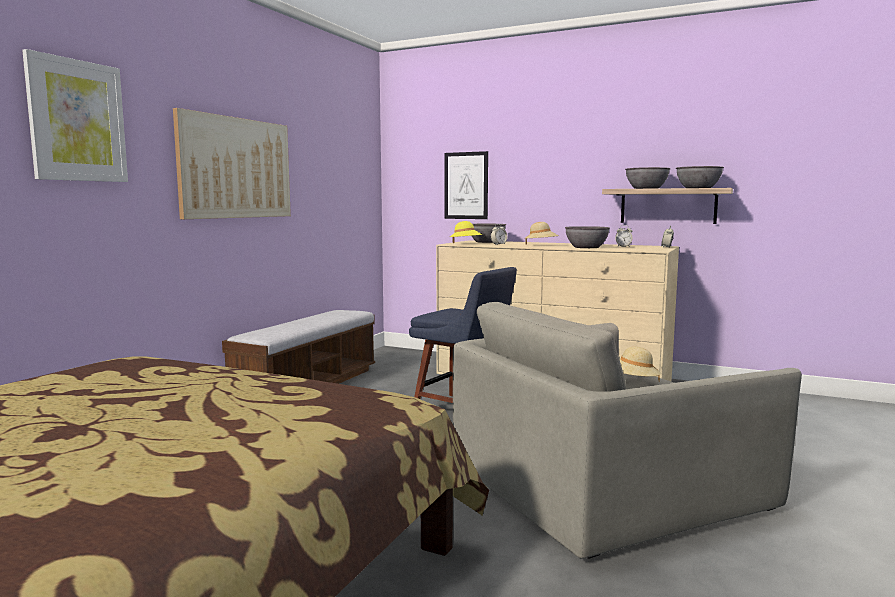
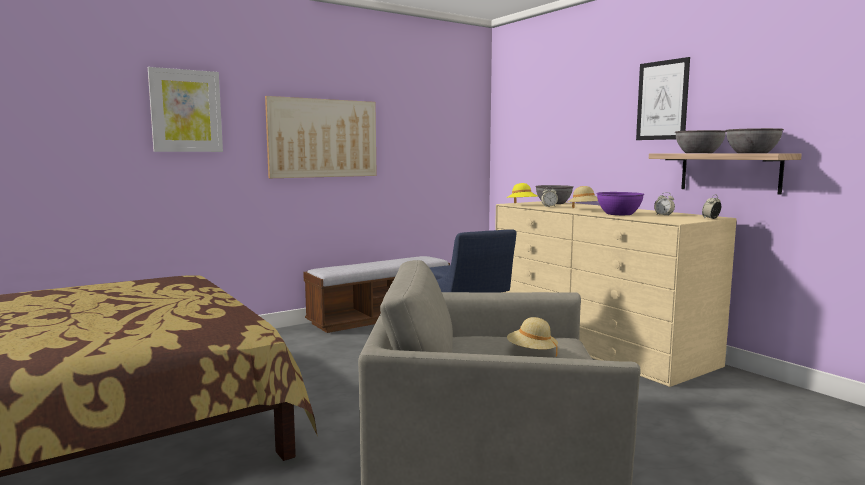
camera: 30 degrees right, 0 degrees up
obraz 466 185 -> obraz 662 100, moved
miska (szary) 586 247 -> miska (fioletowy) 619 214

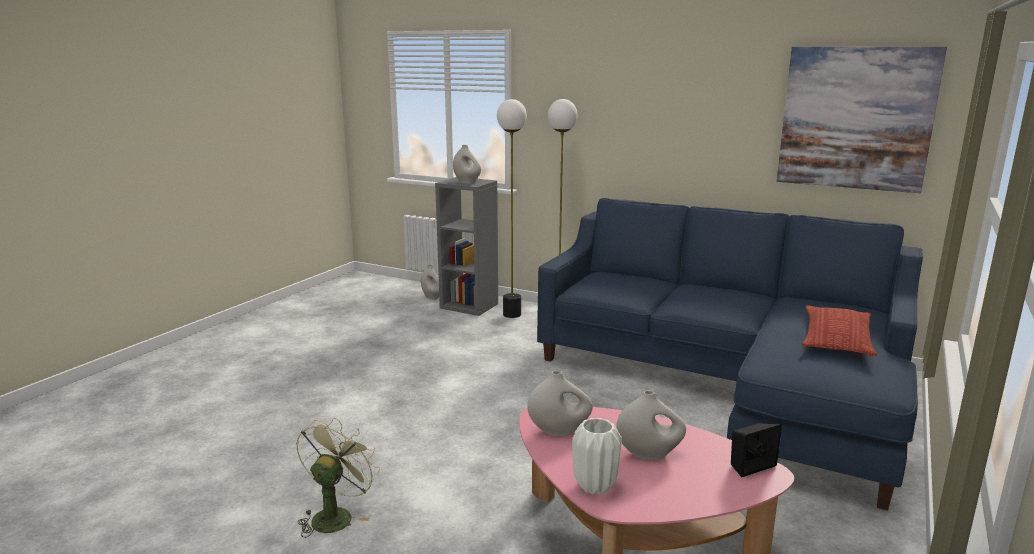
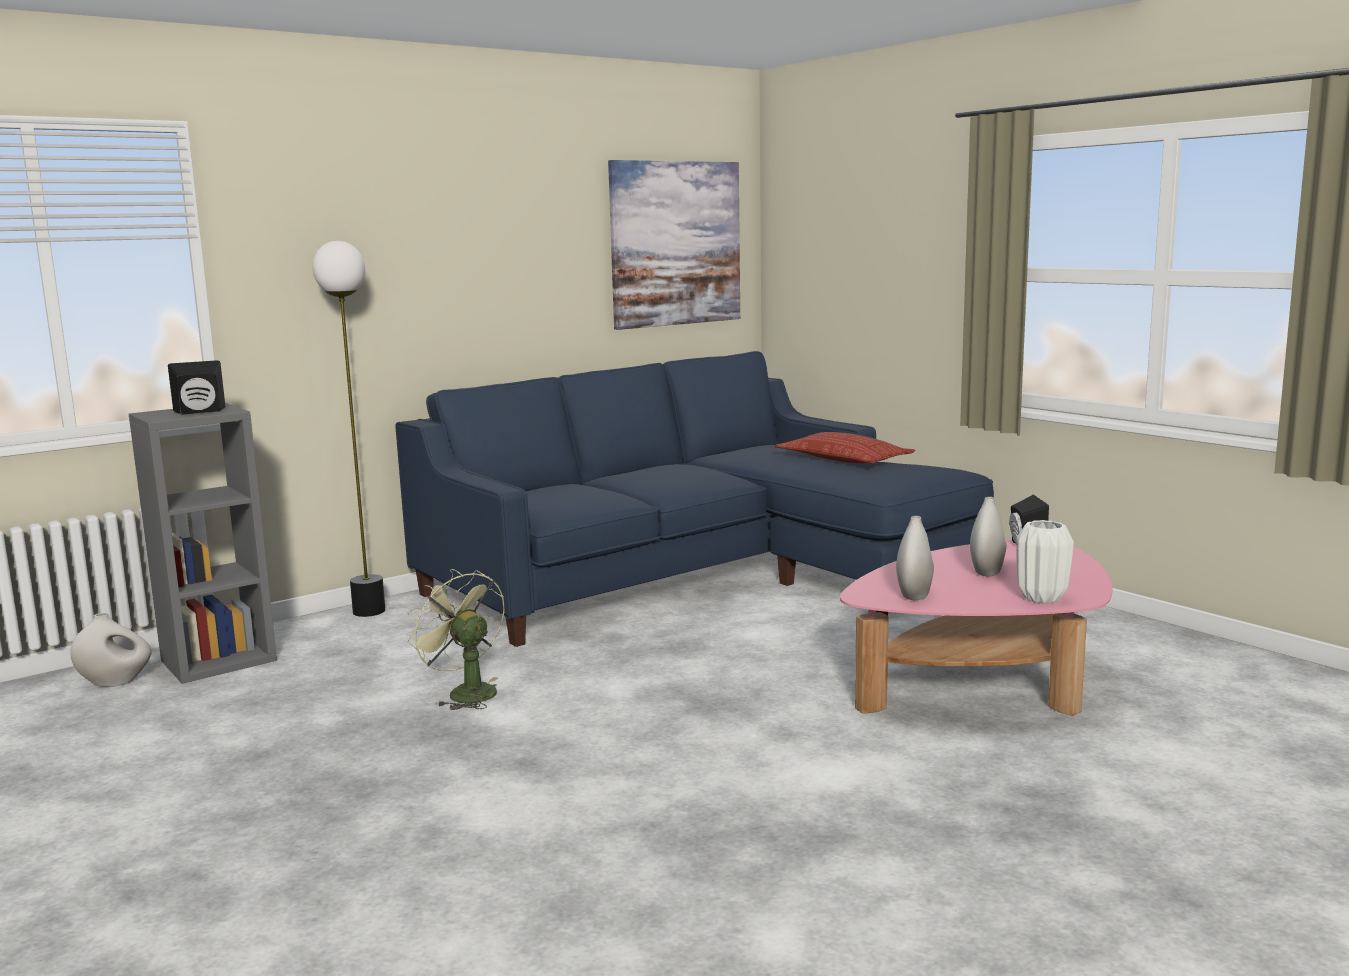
camera: 65 degrees left, 5 degrees down
lampa stojąca 512 314 -> none
wentylator (zielony) 335 515 -> wentylator (zielony) 464 692, moved
wazon (biały) 467 182 -> głośnik (czarny) 200 412

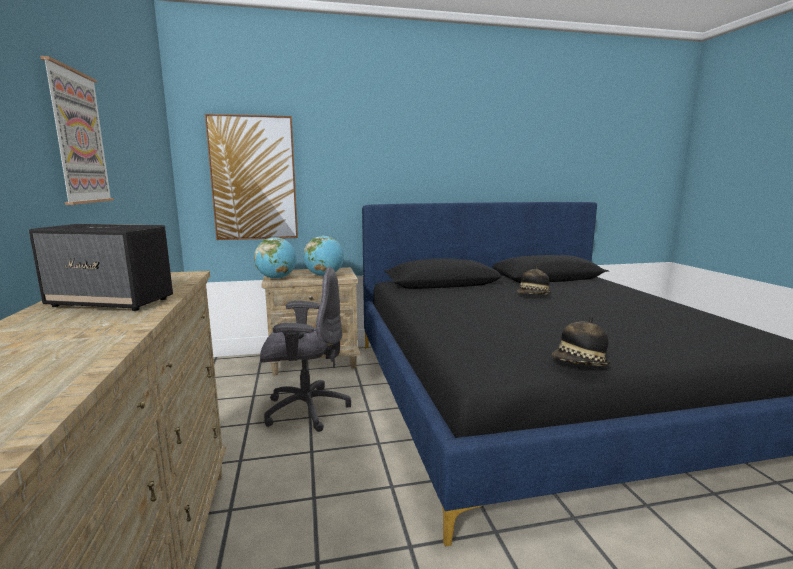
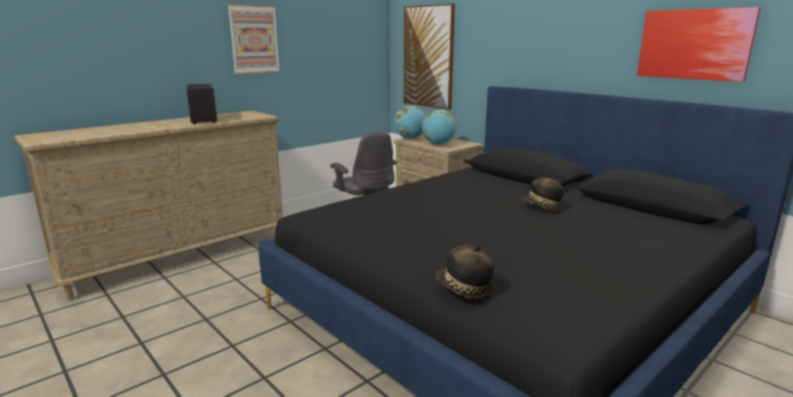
camera: 60 degrees right, 5 degrees up
none -> obraz 694 44
kapelusz 579 364 -> kapelusz 463 289, moved

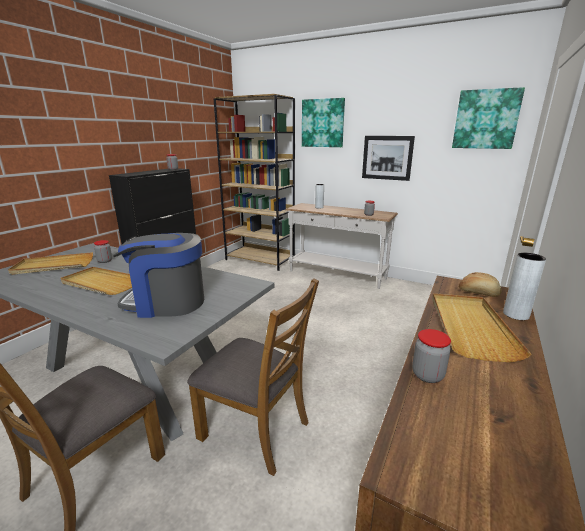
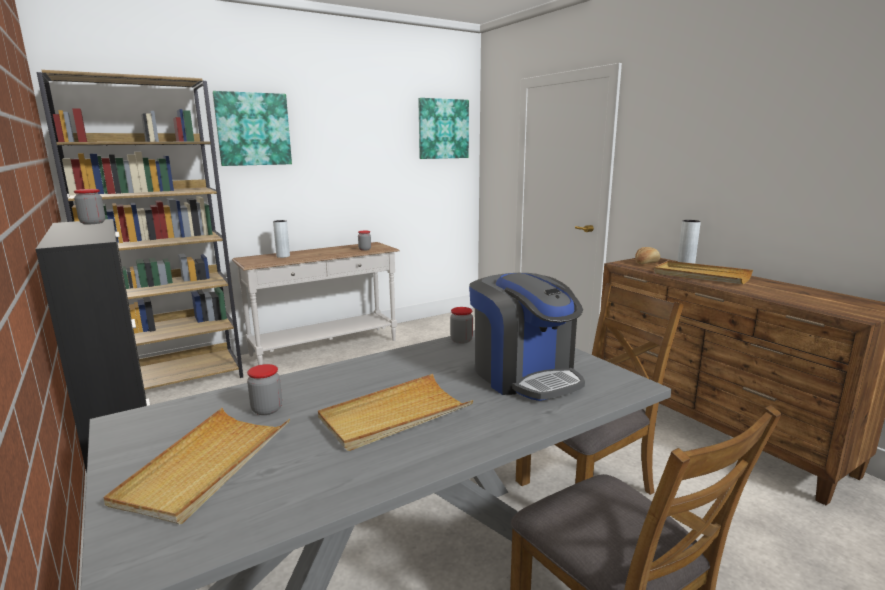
camera: 60 degrees left, 5 degrees down
obraz 387 157 -> none
słoik 427 375 -> słoik 461 340, moved
ekspres do kawy 166 302 -> ekspres do kawy 524 375, 60 degrees counterclockwise

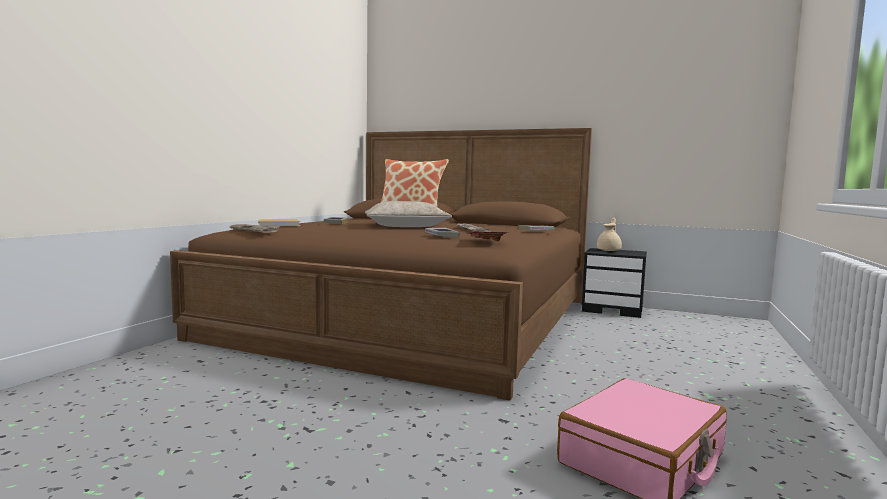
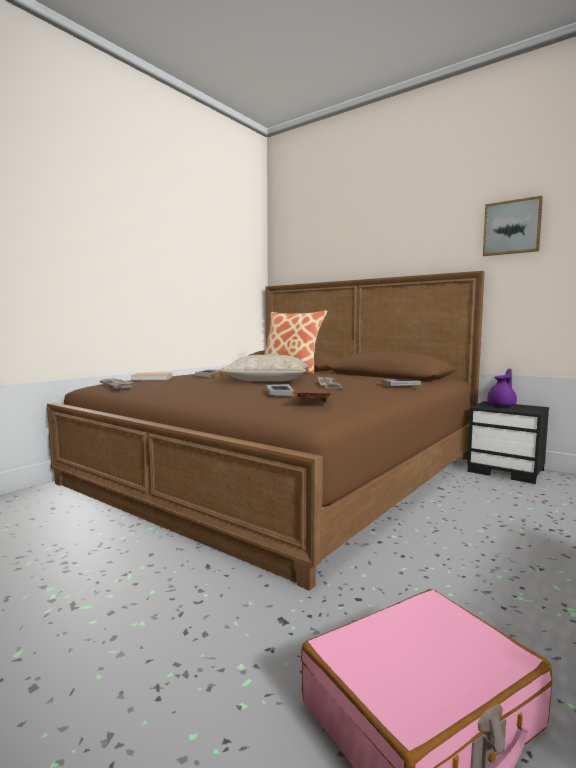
camera: 15 degrees right, 0 degrees up
none -> obraz 512 227
imbryk (beżowy) 609 250 -> imbryk (fioletowy) 502 405

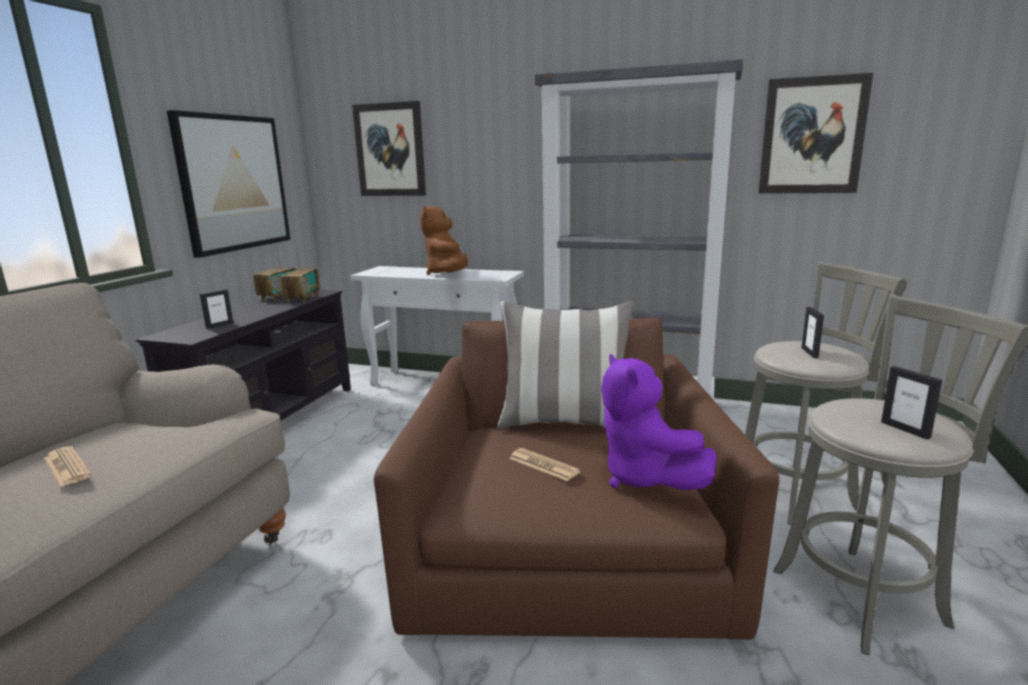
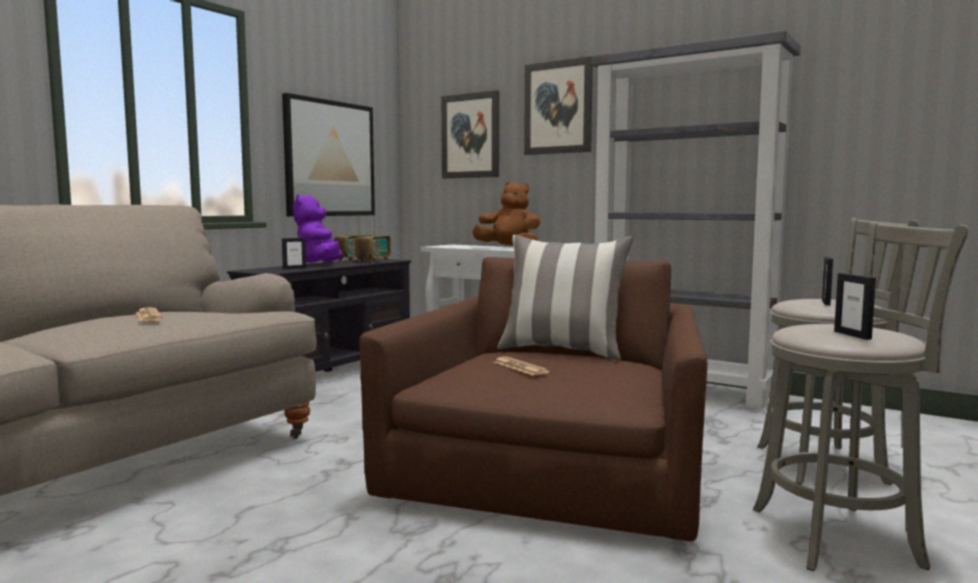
camera: 15 degrees right, 10 degrees down
pluszak (fioletowy) 645 477 -> pluszak (fioletowy) 320 264, moved
obraz 812 136 -> obraz 558 107, moved
pluszak (brązowy) 448 274 -> pluszak (brązowy) 509 248, 105 degrees clockwise

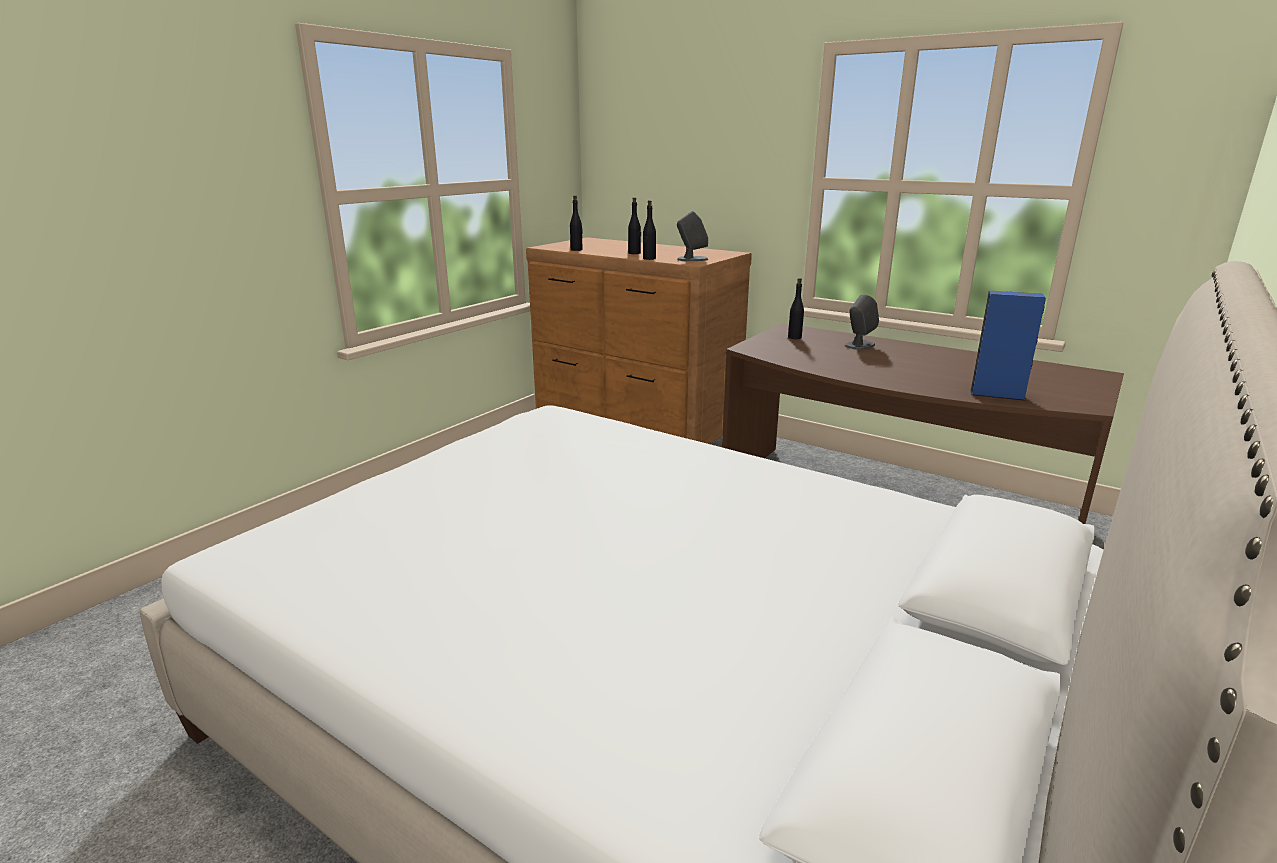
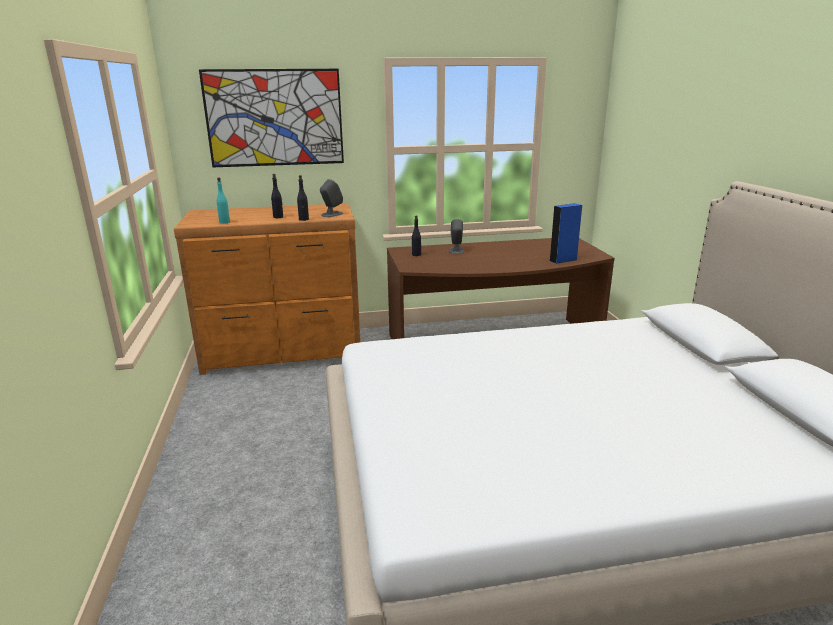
camera: 45 degrees left, 0 degrees up
none -> obraz 274 118
butelka (czarny) 576 249 -> butelka (turkusowy) 224 222

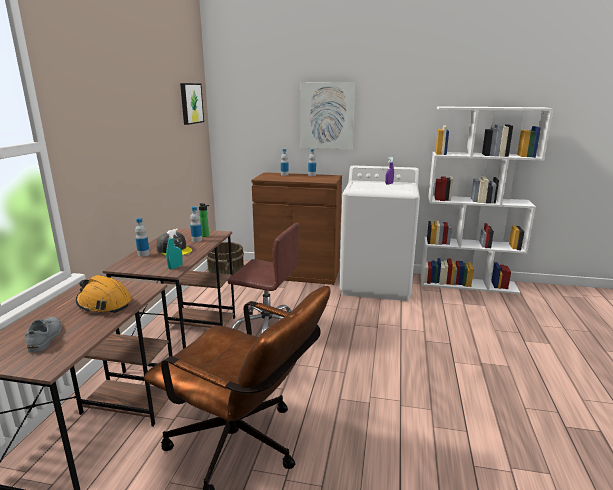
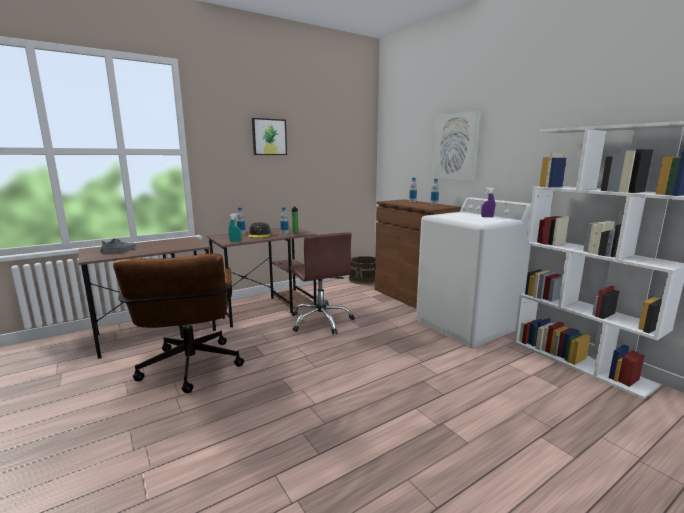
camera: 45 degrees right, 5 degrees down
kask (pomarańczowy) 104 304 -> none
obraz 190 103 -> obraz 269 137, moved

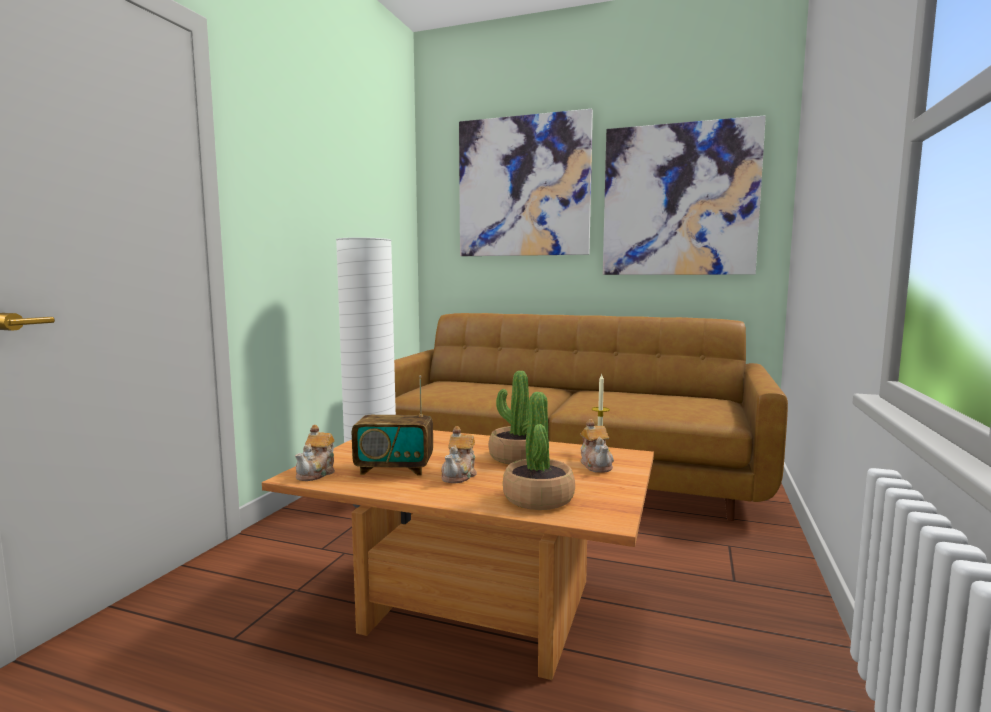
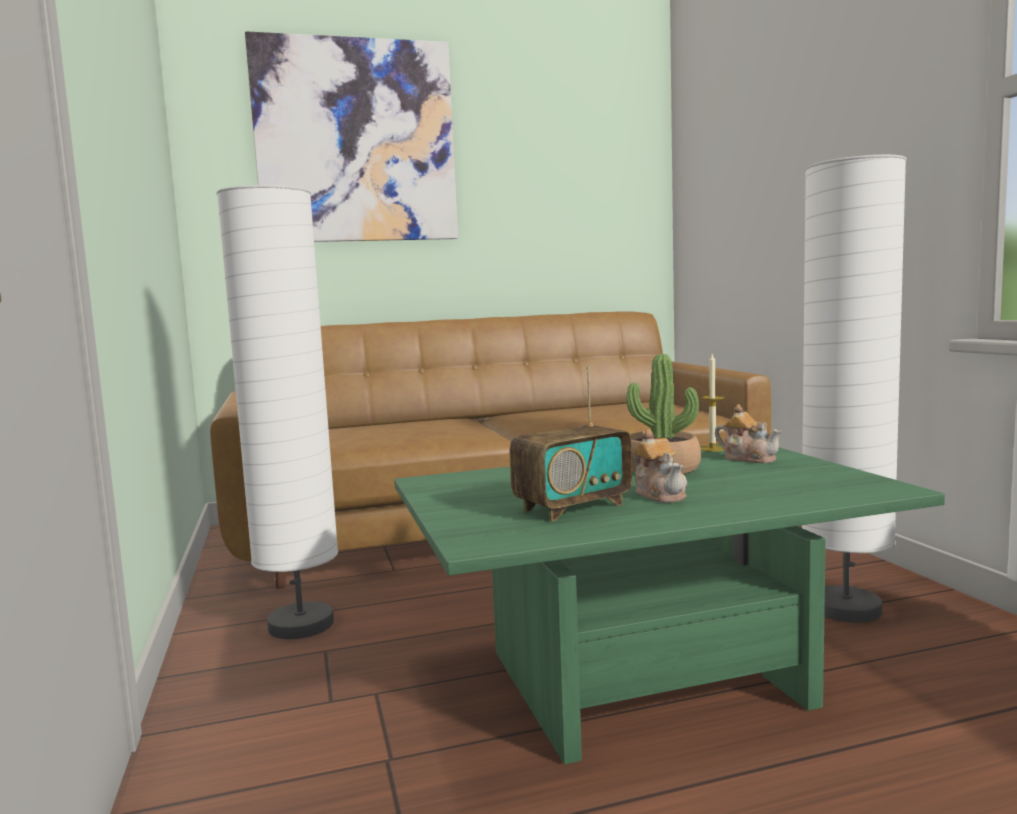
camera: 35 degrees left, 0 degrees up
imbryk 317 473 -> none
roślina doniczkowa 538 498 -> none
obraz 679 200 -> none
none -> lampa stojąca (biały) 846 609
ława (brązowy) 474 609 -> ława (zielony) 645 683

